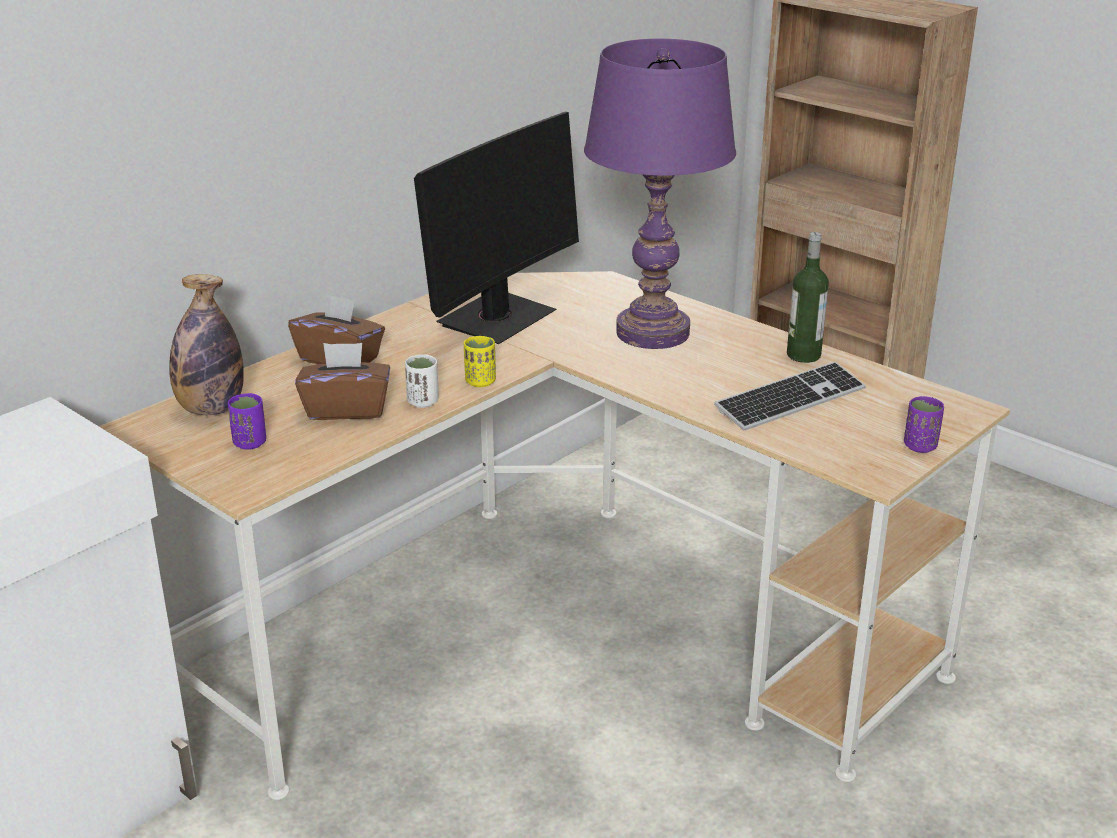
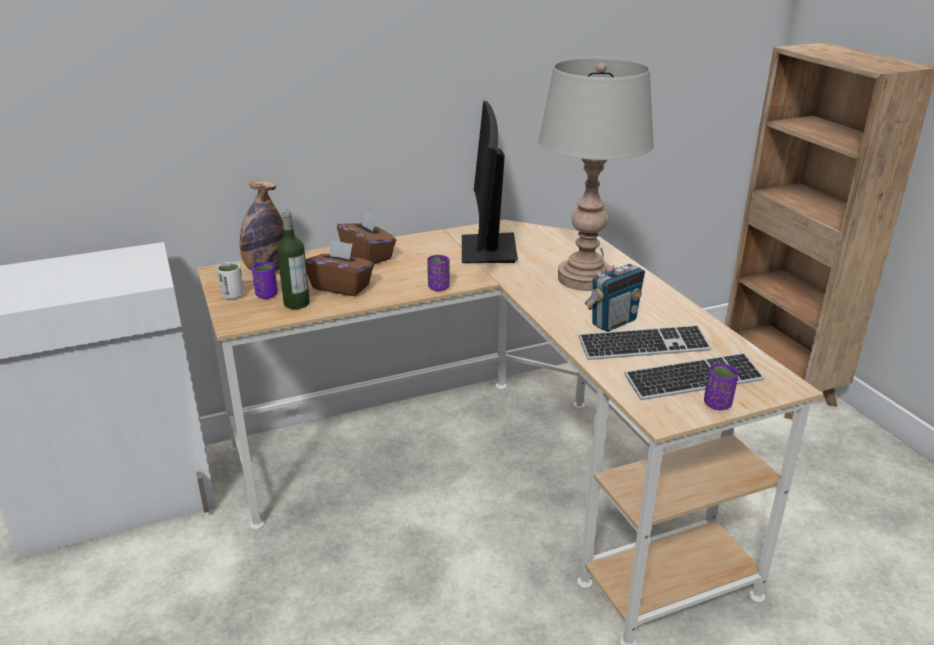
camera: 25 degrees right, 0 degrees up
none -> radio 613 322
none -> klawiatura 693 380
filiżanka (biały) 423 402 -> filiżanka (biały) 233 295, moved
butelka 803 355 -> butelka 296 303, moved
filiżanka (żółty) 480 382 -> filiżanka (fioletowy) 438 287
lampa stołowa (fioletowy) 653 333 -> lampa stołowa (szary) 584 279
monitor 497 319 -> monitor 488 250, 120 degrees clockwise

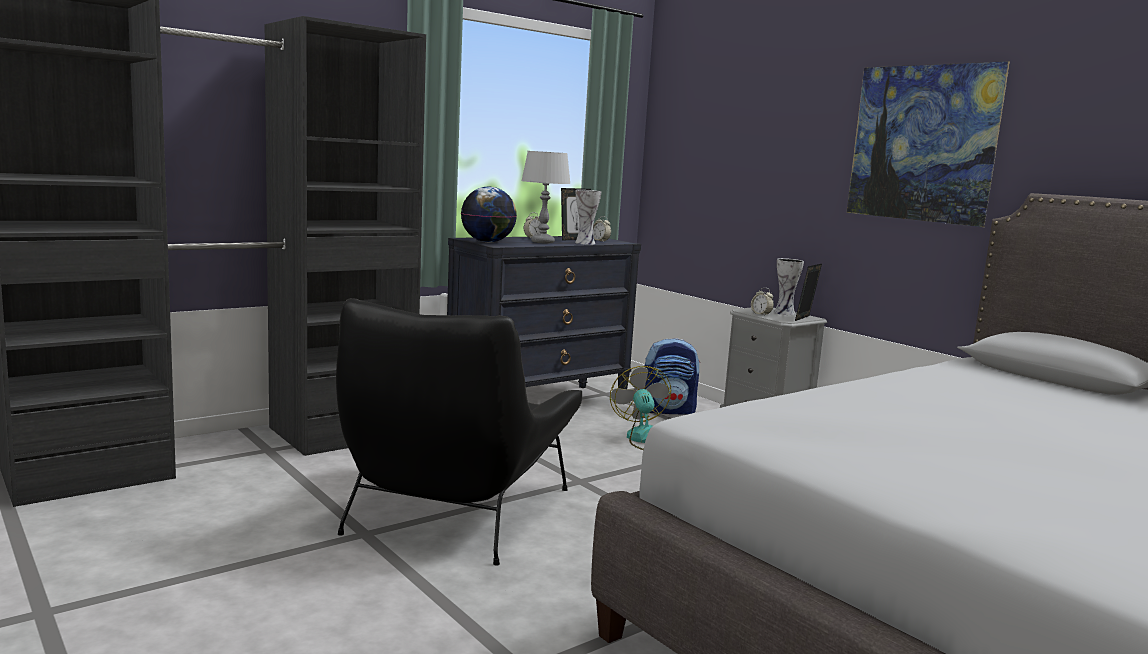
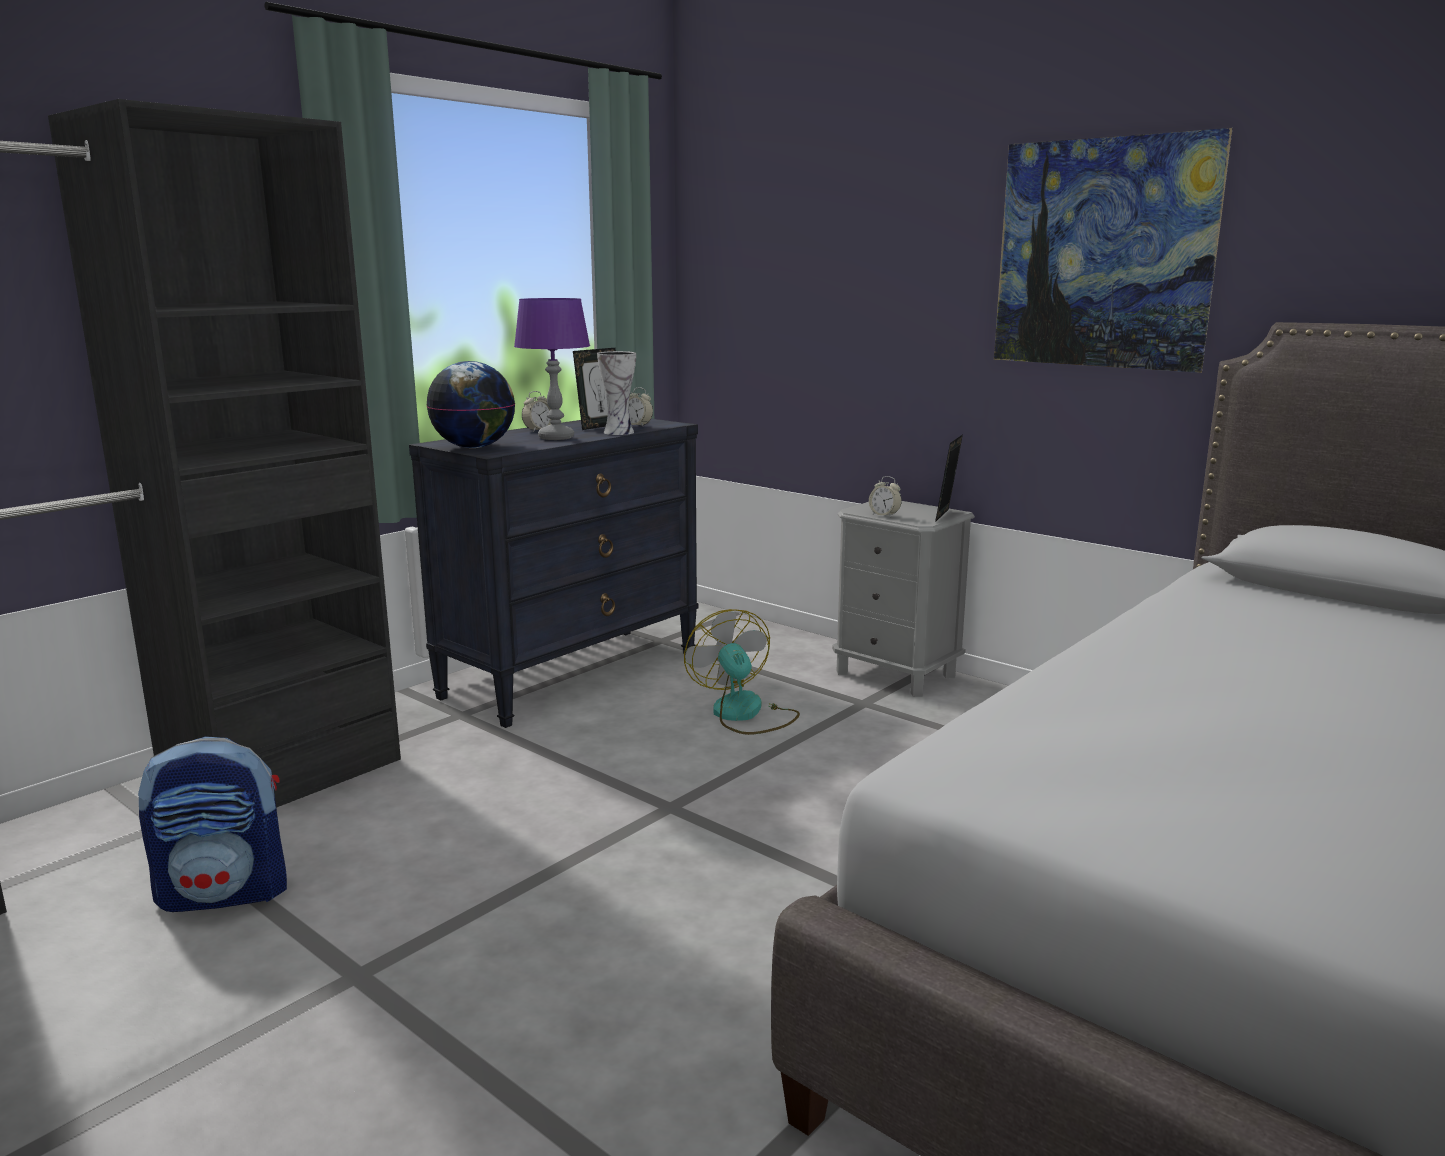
camera: 10 degrees left, 5 degrees up
fotel (czarny) 456 510 -> none
wazon 785 313 -> none
plecak 668 410 -> plecak 226 893, moved
lampa stołowa (szary) 542 242 -> lampa stołowa (fioletowy) 556 437

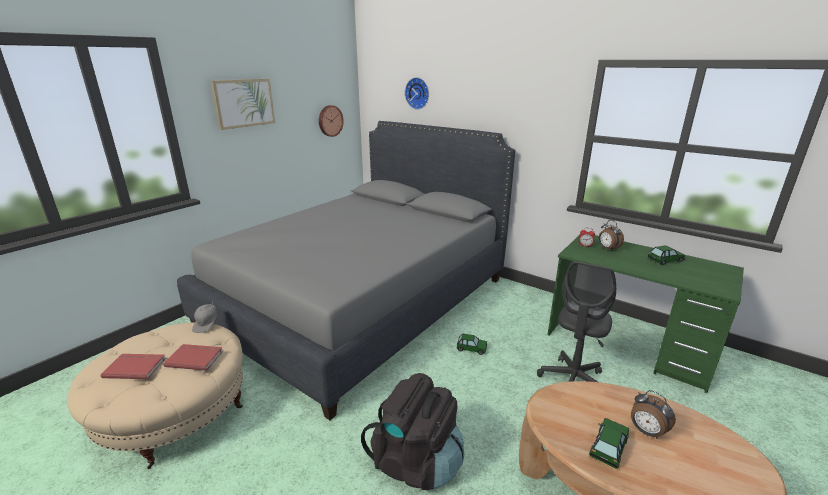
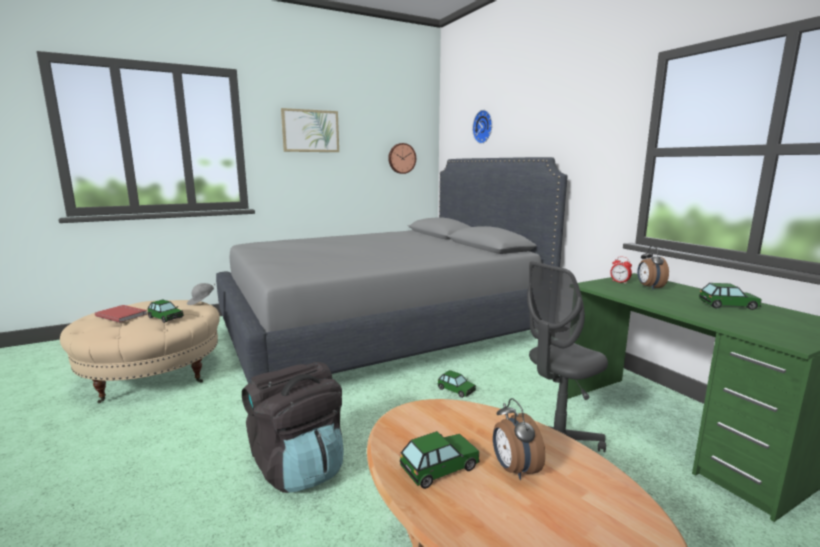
camera: 25 degrees right, 10 degrees down
książka (czerwony) 195 358 -> samochodzik 166 317

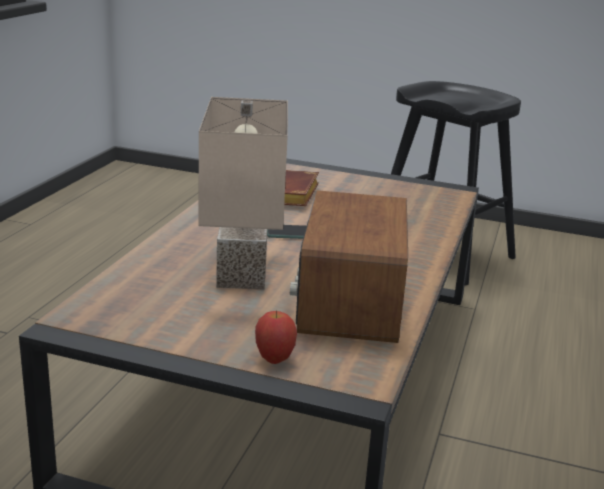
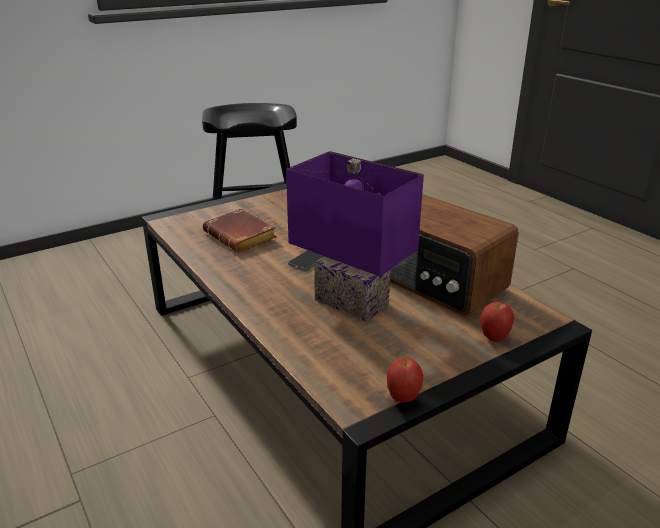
camera: 50 degrees left, 5 degrees up
none -> jabłko 403 398
lampa stołowa (beżowy) 246 272 -> lampa stołowa (fioletowy) 354 301

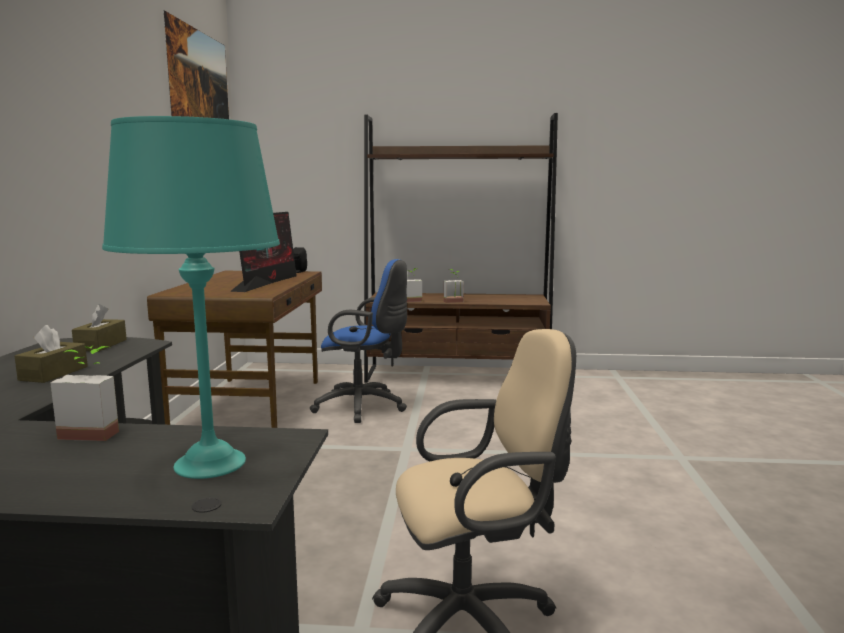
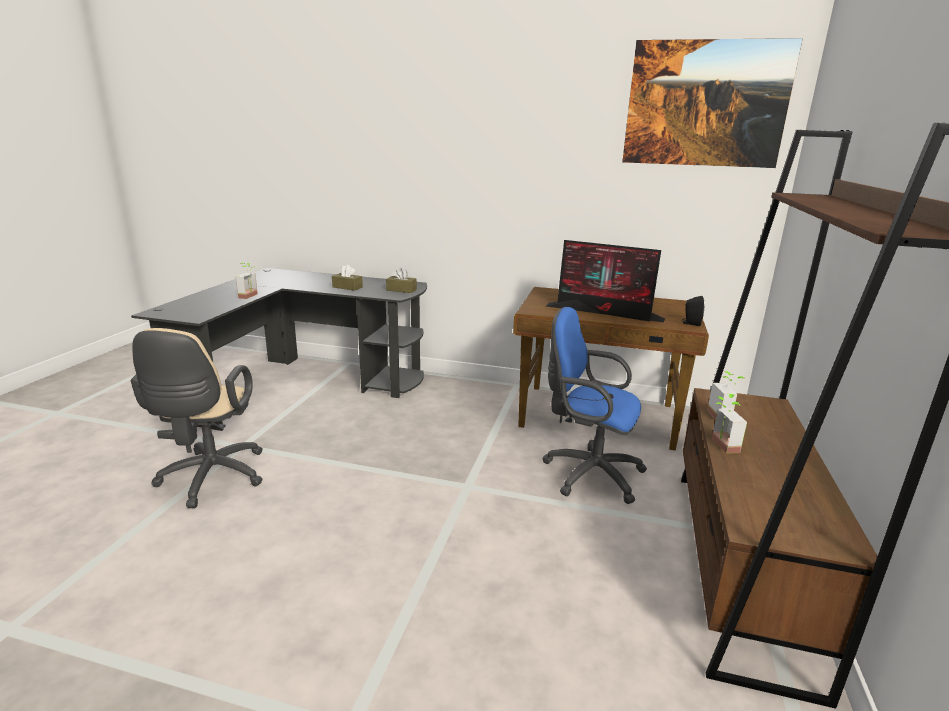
camera: 100 degrees right, 10 degrees up
lampa stołowa (turkusowy) 210 464 -> none
krzesło biurowe (niebieski) 364 407 -> krzesło biurowe (niebieski) 587 473, 90 degrees clockwise

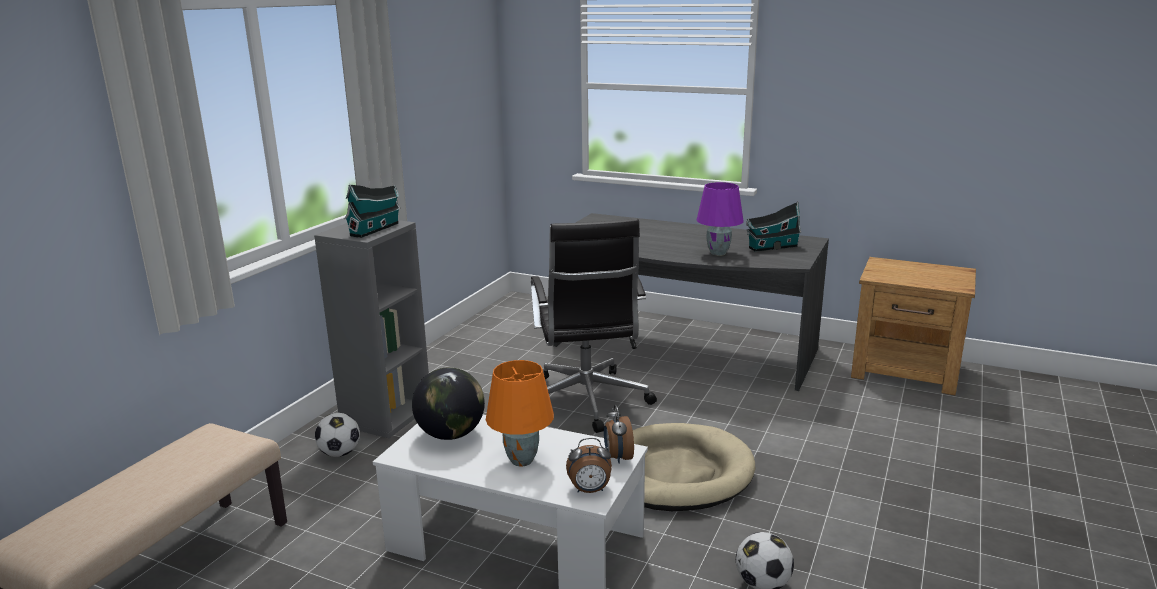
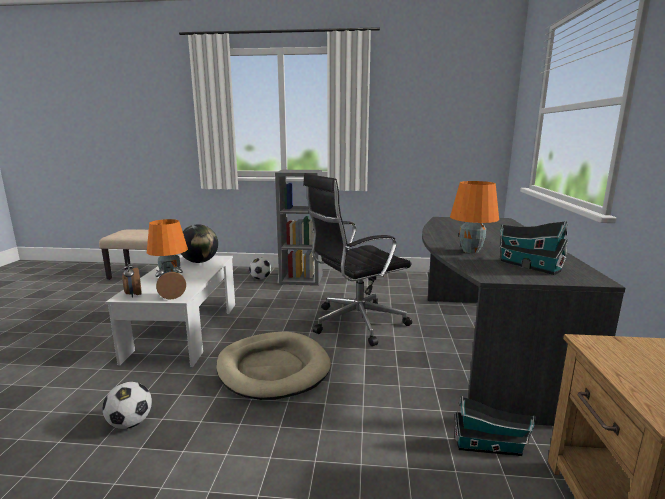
camera: 70 degrees right, 5 degrees down
domek 376 229 -> domek 490 447, moved
lampa stołowa (fioletowy) 718 253 -> lampa stołowa (pomarańczowy) 471 251

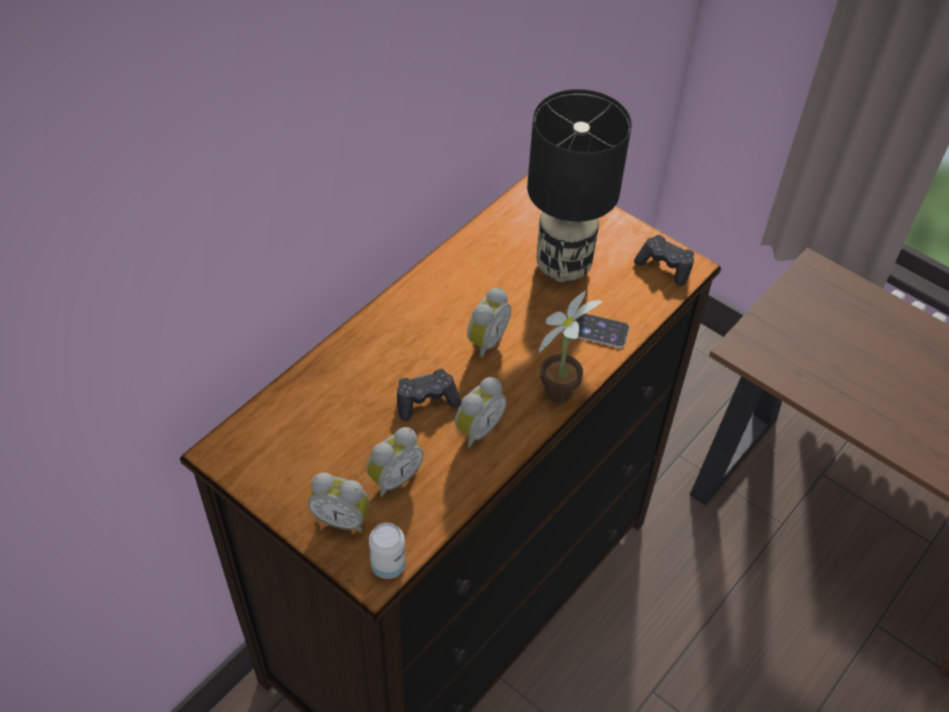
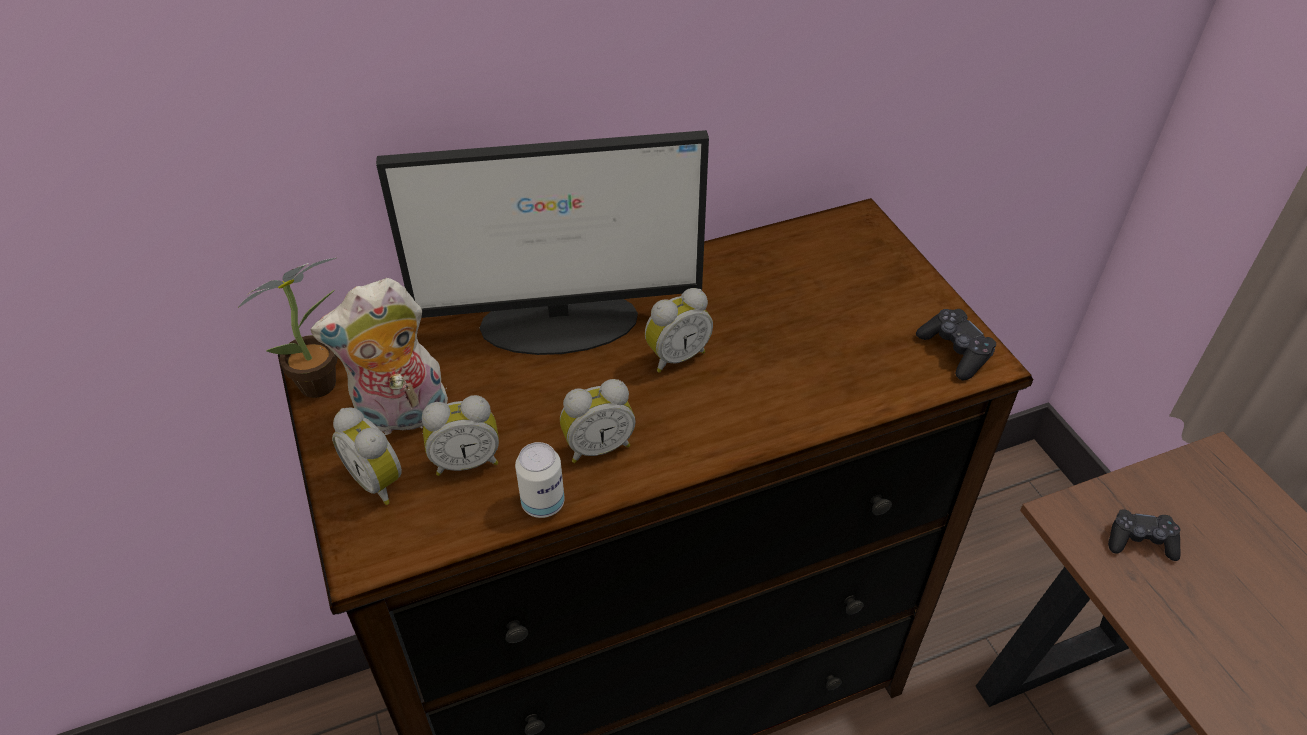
camera: 30 degrees right, 5 degrees down
lampa stołowa (czarny) 564 266 -> none
telefon 595 329 -> none
none -> pluszak 401 417
none -> monitor 562 322
puszka 388 565 -> puszka 543 503, moved
pad do gier (czarny) 426 401 -> pad do gier (czarny) 1140 541, moved
roślina doniczkowa 561 388 -> roślina doniczkowa 325 382, moved

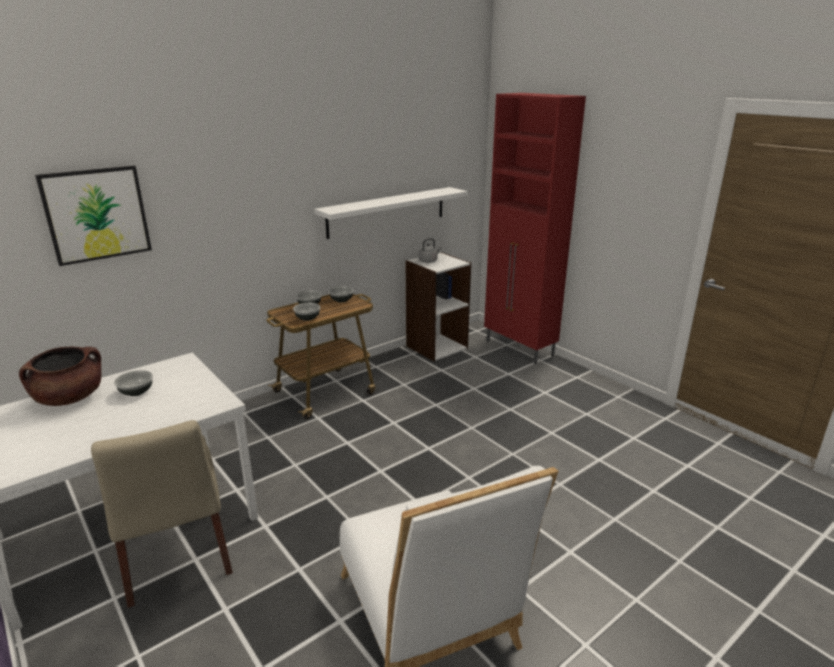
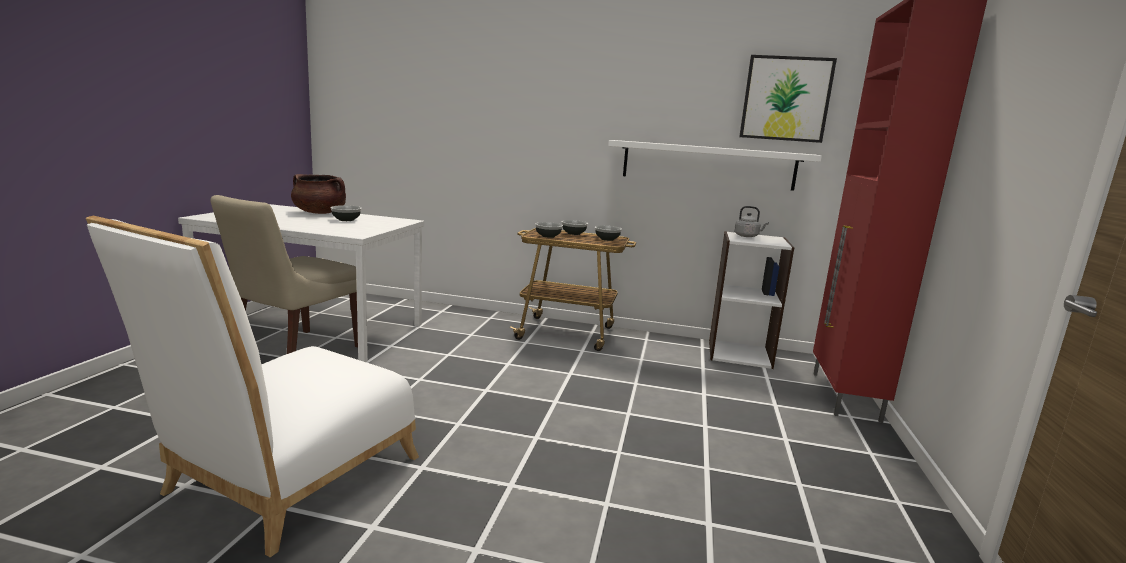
camera: 50 degrees right, 10 degrees down
obraz 96 214 -> obraz 786 99, moved

